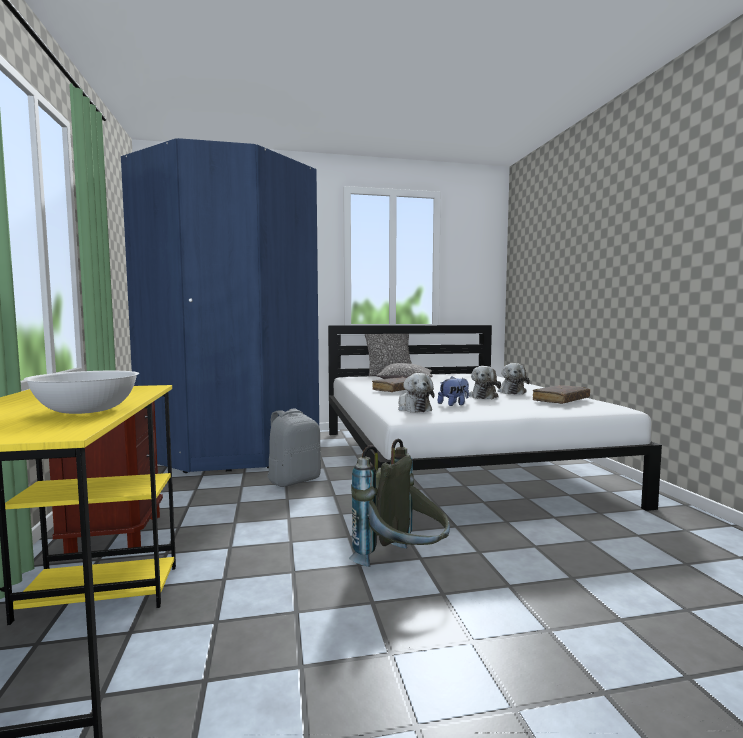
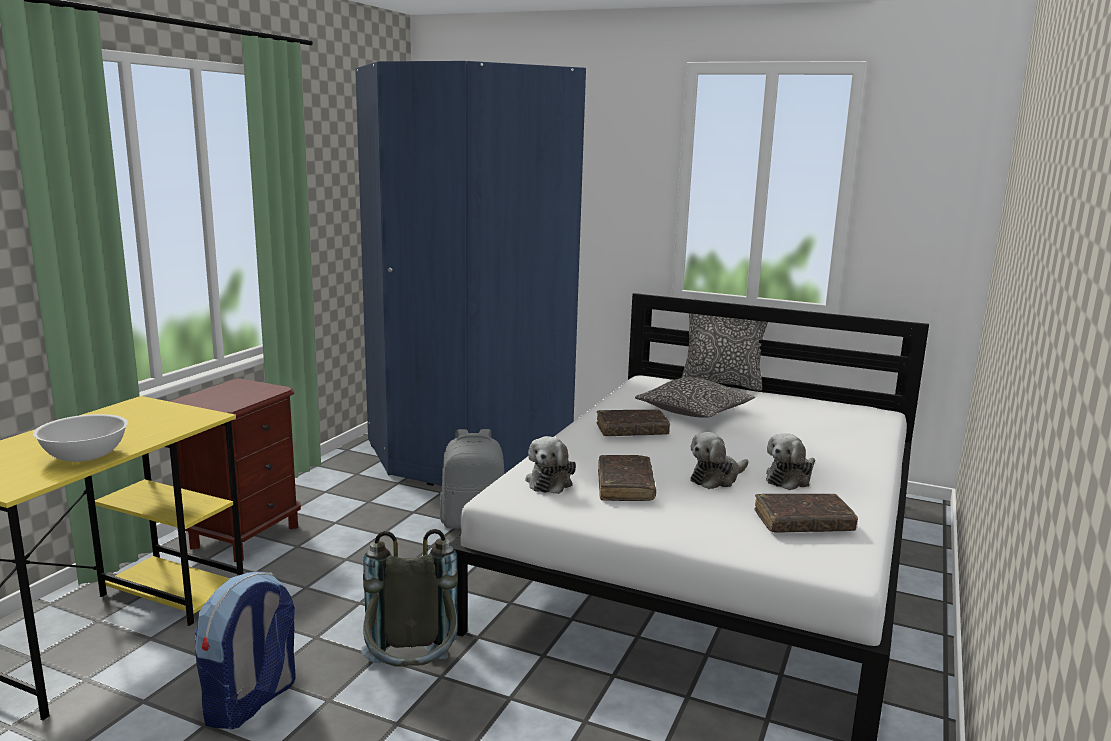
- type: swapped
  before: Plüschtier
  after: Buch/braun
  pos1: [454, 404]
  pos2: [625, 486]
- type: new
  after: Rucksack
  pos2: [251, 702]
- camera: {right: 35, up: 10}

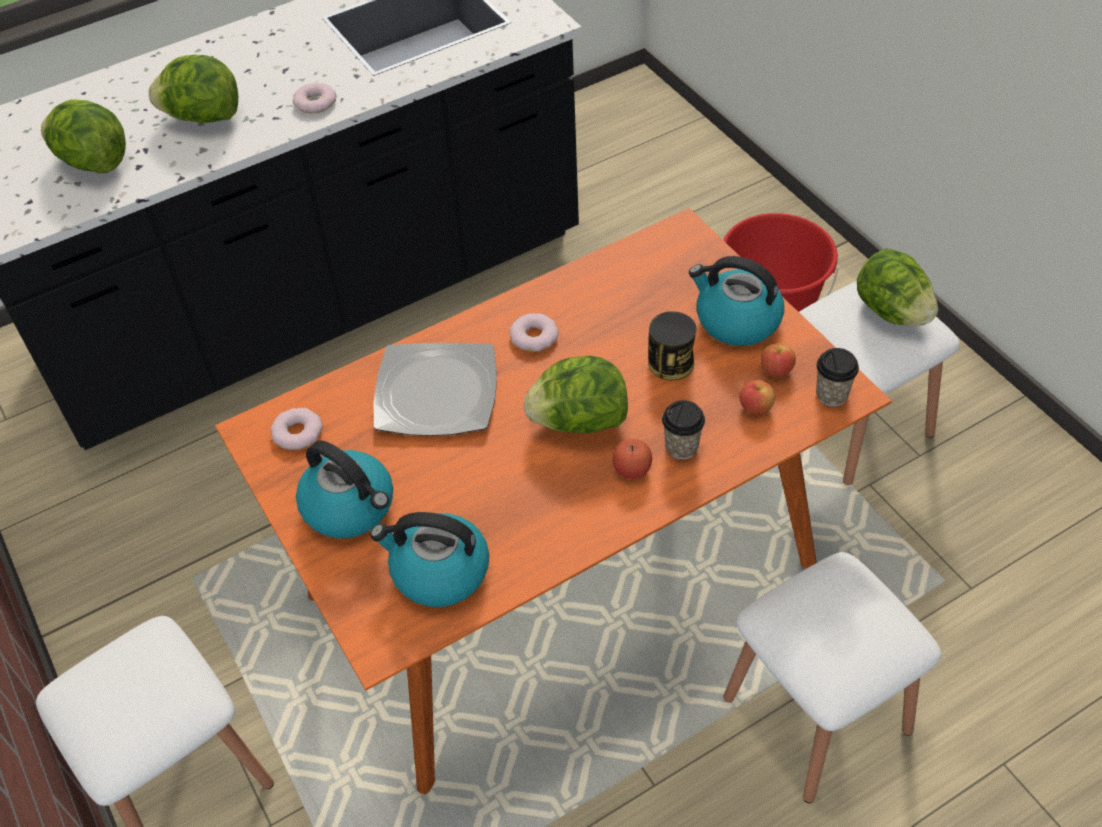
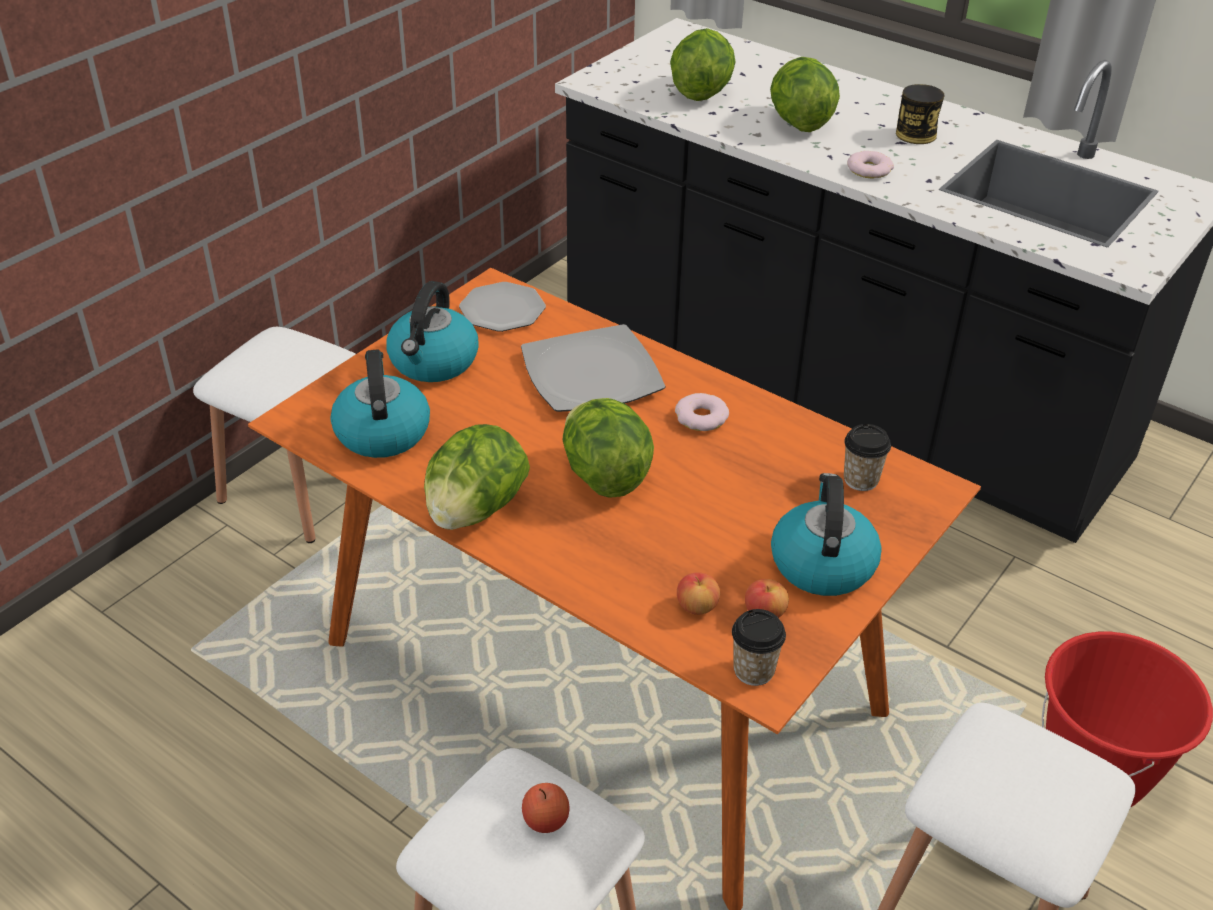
- type: shifted
  before: Salatkopf
  pos1: [891, 312]
  pos2: [475, 510]
- type: shifted
  before: Dose
  pos1: [670, 363]
  pos2: [916, 134]
- type: shifted
  before: Tasse
  pos1: [681, 447]
  pos2: [861, 480]
- type: swapped
  before: Donut
  after: Teller
  pos1: [297, 433]
  pos2: [502, 310]
- type: shifted
  before: Apfel
  pos1: [632, 469]
  pos2: [546, 820]
- camera: {right: 65, up: -10}

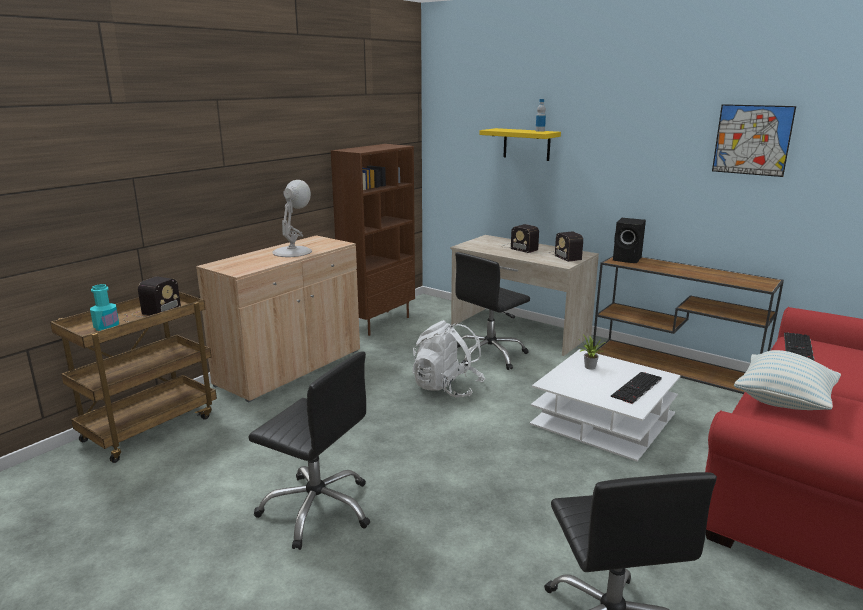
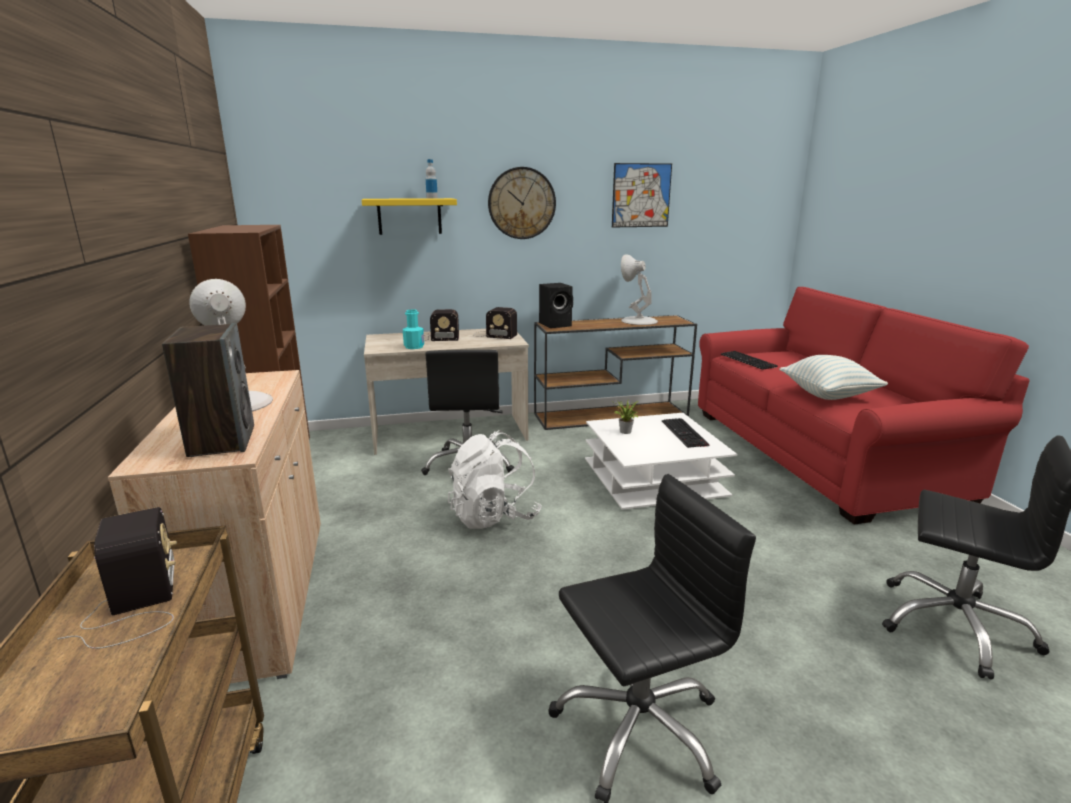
- type: shifted
  before: Flasche/türkis
  pos1: [106, 327]
  pos2: [414, 347]
- type: new
  after: Wanduhr
  pos2: [521, 203]
- type: new
  after: Tischlampe/weiß
  pos2: [638, 321]
- type: new
  after: Lautsprecher
  pos2: [222, 441]
- camera: {right: -50, up: 0}

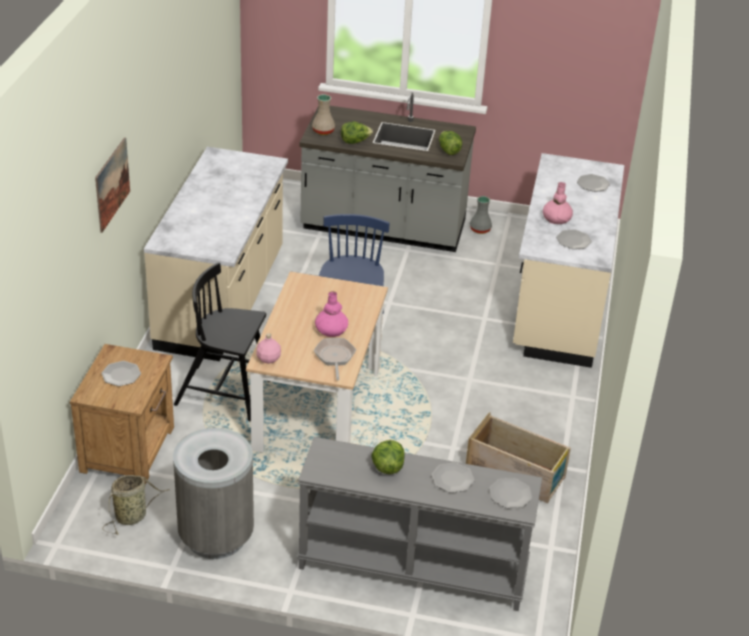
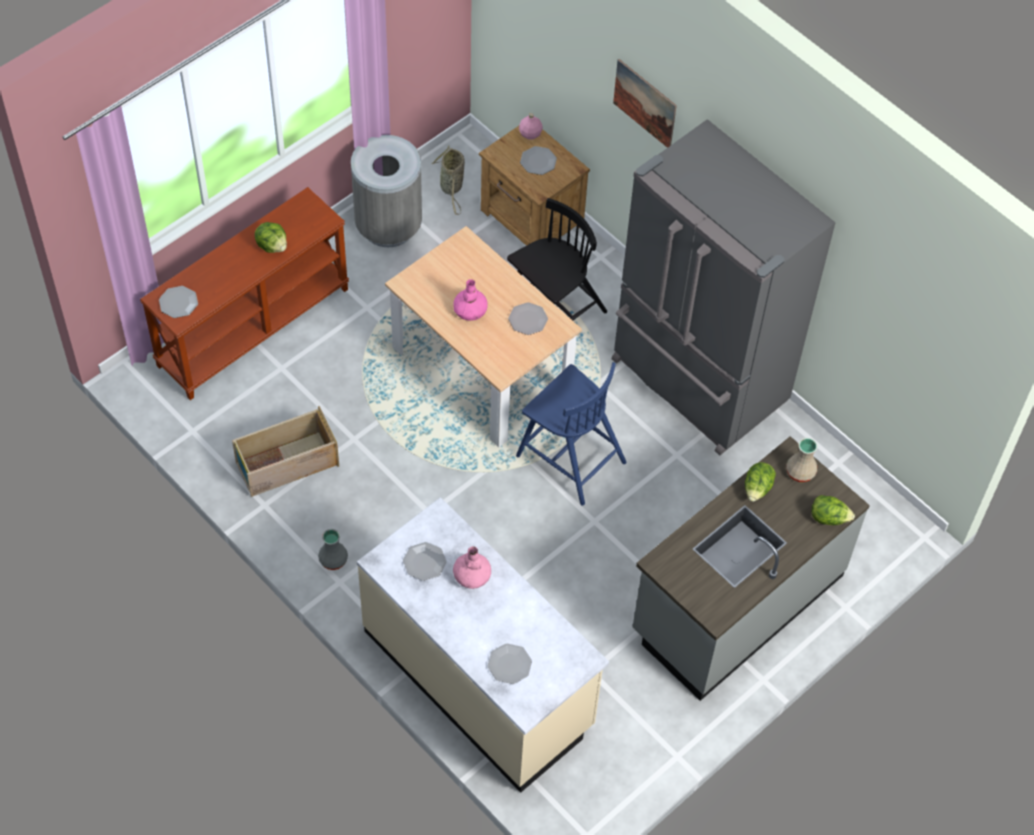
- type: shifted
  before: Salatkopf
  pos1: [448, 150]
  pos2: [829, 518]
- type: swapped
  before: Küchenzeile/beige
  after: Kühlschrank/grau
  pos1: [222, 300]
  pos2: [697, 382]
- type: shifted
  before: Vase/grau
  pos1: [480, 230]
  pos2: [332, 560]
- type: shifted
  before: Flasche/rosa
  pos1: [268, 359]
  pos2: [530, 134]
- type: gone
  before: Pfanne
  pos1: [334, 357]
- type: repainted
  before: Konsolentisch/grau
  after: Konsolentisch/braun
  pos1: [411, 568]
  pos2: [253, 326]
- type: shifted
  before: Teller
  pos1: [452, 479]
  pos2: [527, 319]
- camera: {right: 125, up: 20}

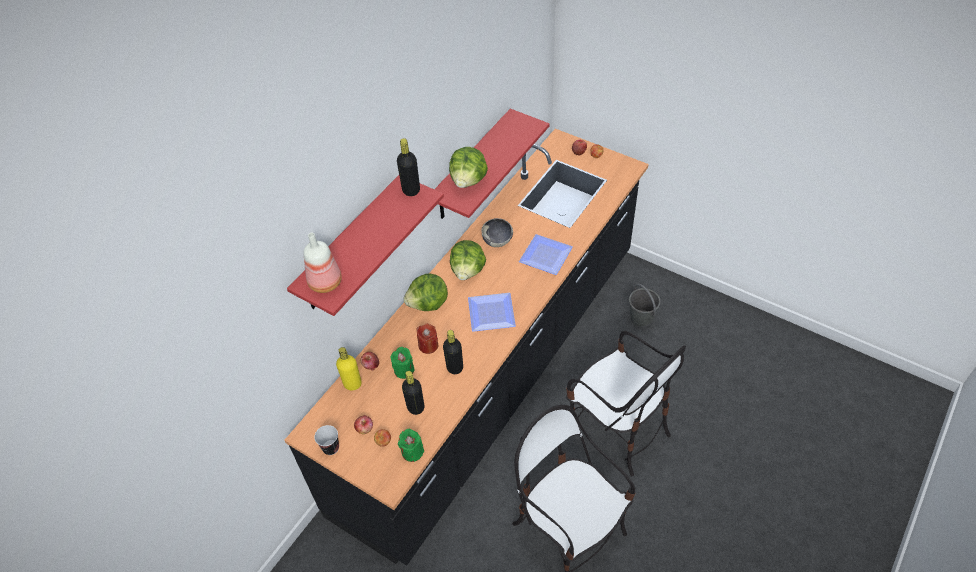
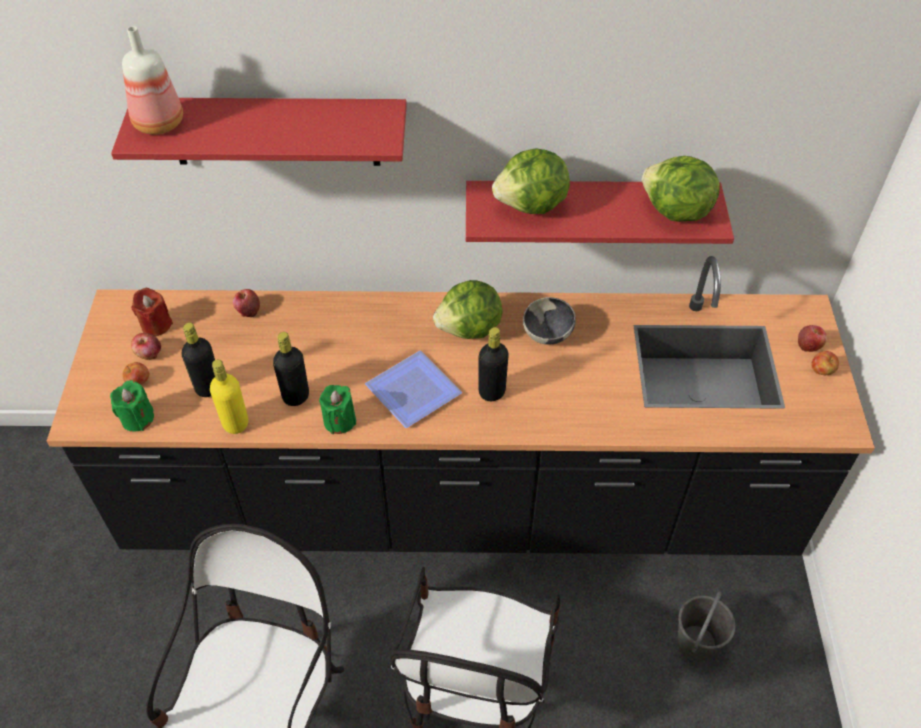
- type: shifted
  before: Flasche/schwarz
  pos1: [411, 190]
  pos2: [492, 392]
- type: gone
  before: Teller
  pos1: [547, 255]
- type: shifted
  before: Salatkopf
  pos1: [428, 304]
  pos2: [675, 212]
- type: shifted
  before: Kerze/rot
  pos1: [428, 345]
  pos2: [156, 325]
- type: shifted
  before: Flasche/gelb
  pos1: [352, 384]
  pos2: [235, 423]
- type: shifted
  before: Kerze/grün
  pos1: [404, 370]
  pos2: [339, 421]
- type: gone
  before: Tasse
  pos1: [331, 448]
- camera: {right: 55, up: 0}

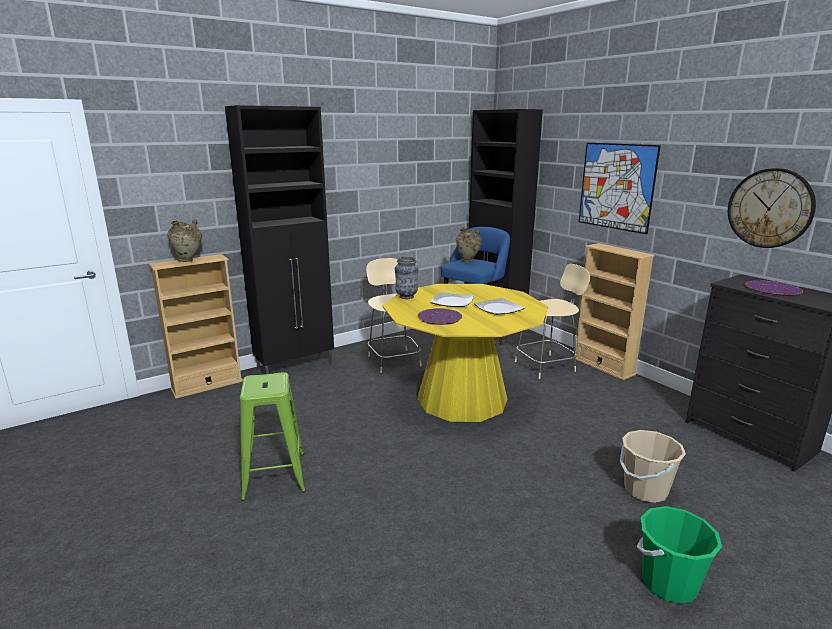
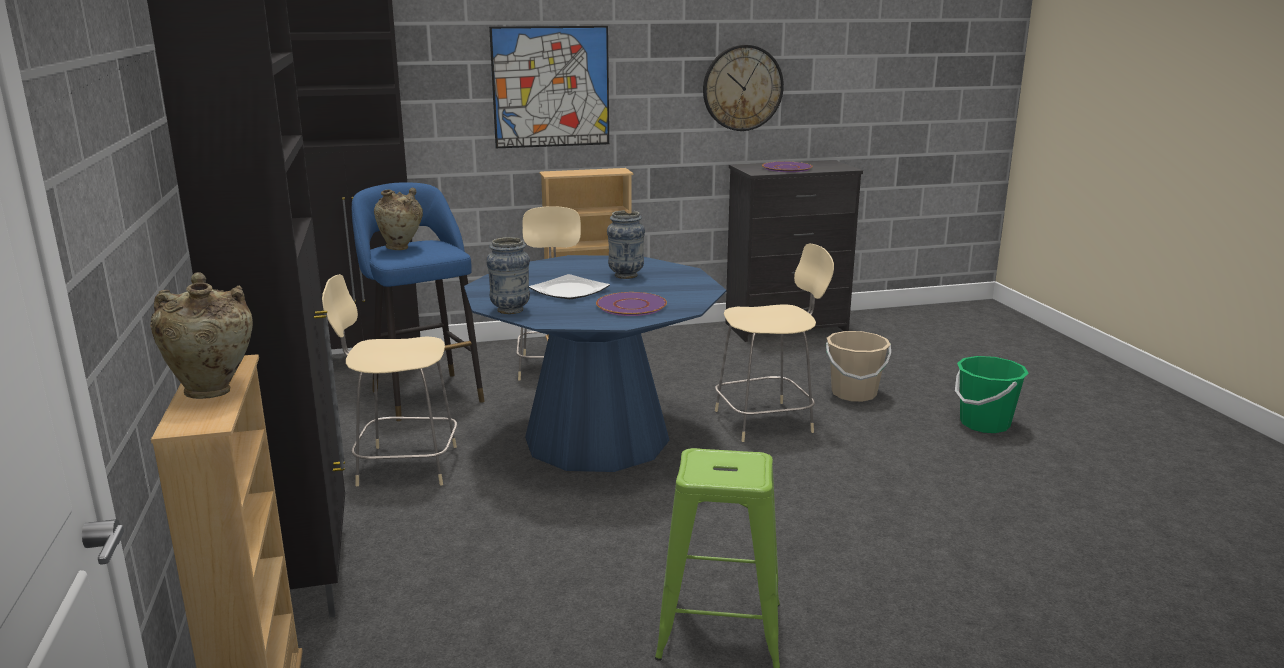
- type: repainted
  before: Esstisch/gelb
  after: Esstisch/blau
  pos1: [462, 399]
  pos2: [597, 438]
- type: swapped
  before: Teller
  after: Vase
  pos1: [498, 308]
  pos2: [626, 275]
- type: new
  after: Stuhl/beige
  pos2: [767, 421]
- camera: {right: -70, up: 0}

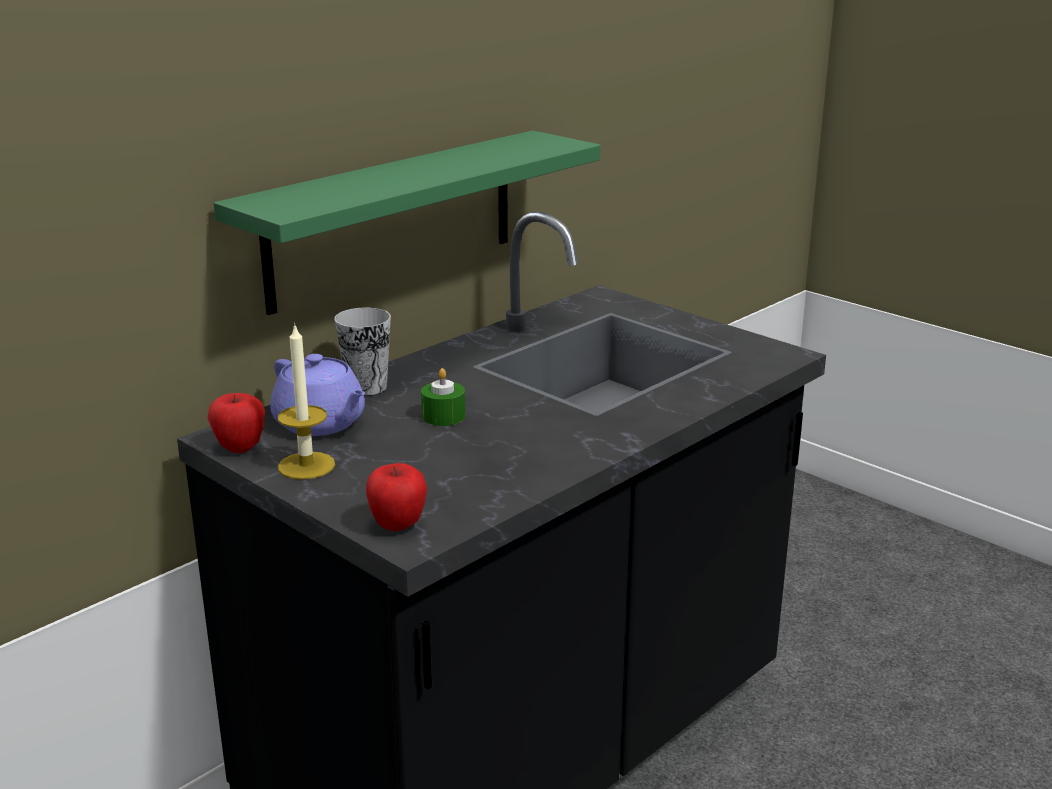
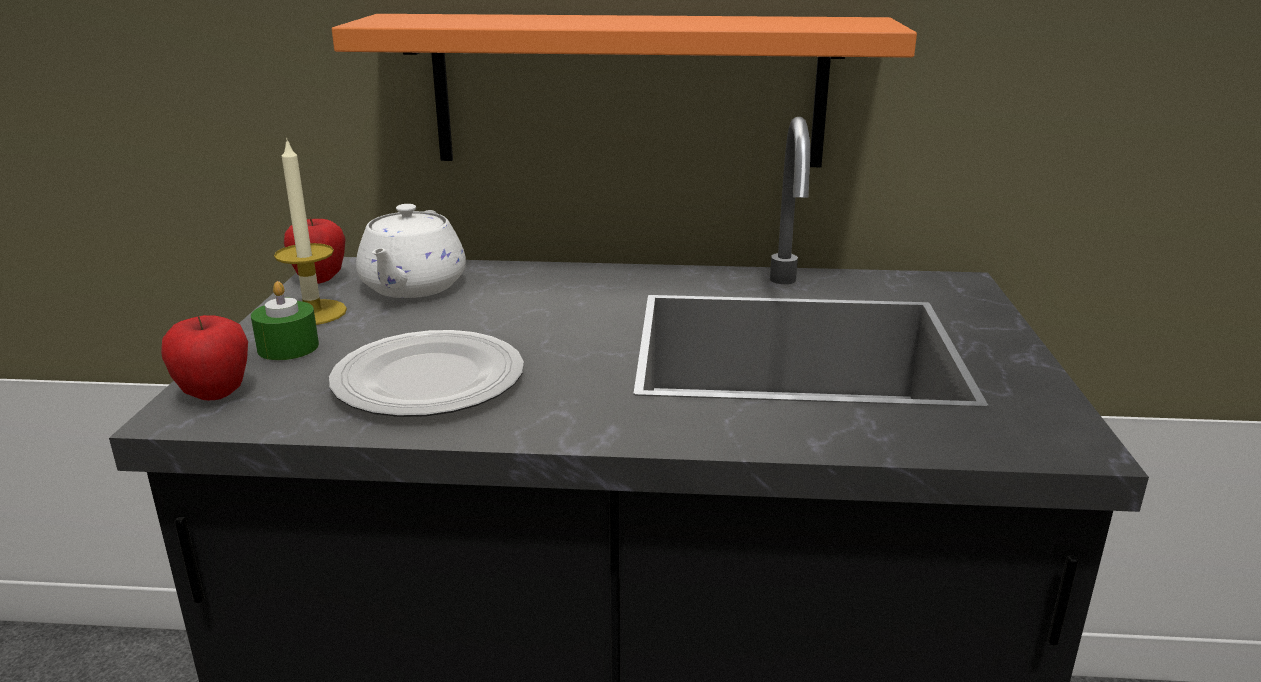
- type: repainted
  before: Wandregal/grün
  after: Wandregal/orange
  pos1: [393, 219]
  pos2: [628, 91]
- type: gone
  before: Tasse
  pos1: [366, 387]
- type: repainted
  before: Teekanne/lila
  after: Teekanne/weiß
  pos1: [321, 423]
  pos2: [412, 287]
- type: shifted
  before: Kerze/grün
  pos1: [443, 416]
  pos2: [288, 347]
- type: new
  after: Teller
  pos2: [430, 379]
- camera: {right: 50, up: 0}

